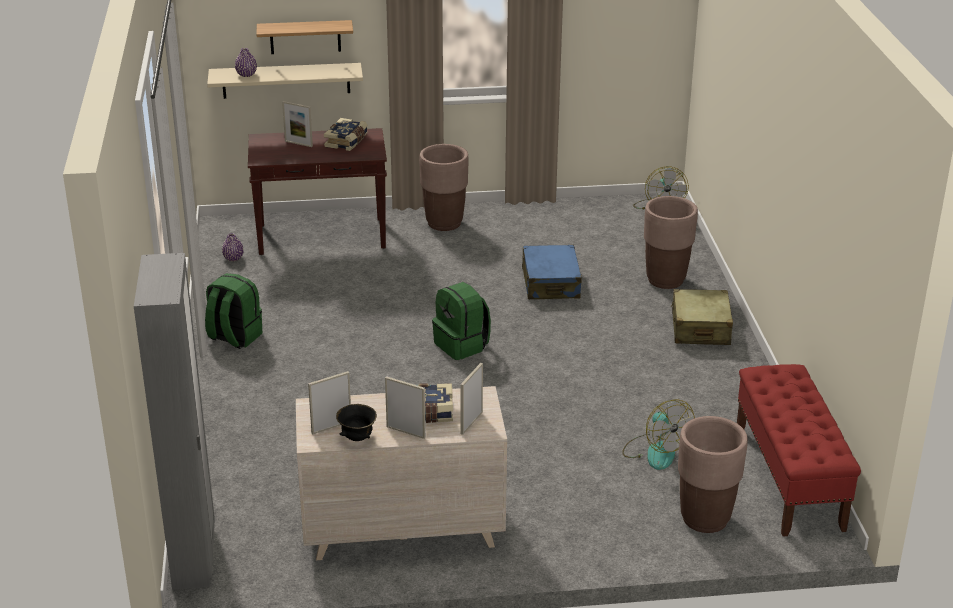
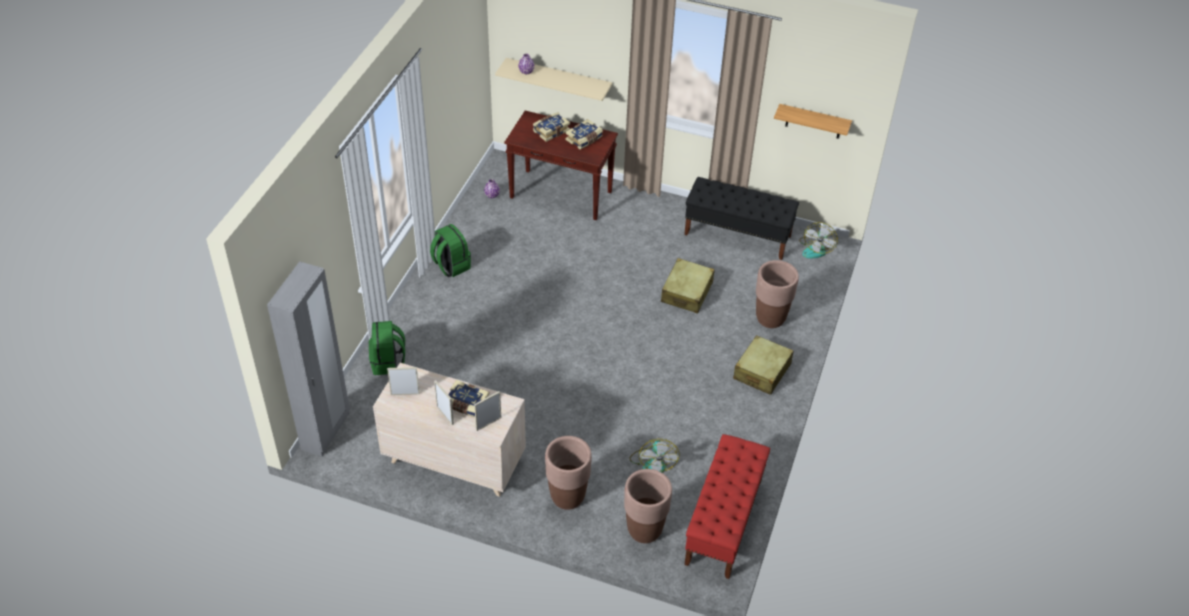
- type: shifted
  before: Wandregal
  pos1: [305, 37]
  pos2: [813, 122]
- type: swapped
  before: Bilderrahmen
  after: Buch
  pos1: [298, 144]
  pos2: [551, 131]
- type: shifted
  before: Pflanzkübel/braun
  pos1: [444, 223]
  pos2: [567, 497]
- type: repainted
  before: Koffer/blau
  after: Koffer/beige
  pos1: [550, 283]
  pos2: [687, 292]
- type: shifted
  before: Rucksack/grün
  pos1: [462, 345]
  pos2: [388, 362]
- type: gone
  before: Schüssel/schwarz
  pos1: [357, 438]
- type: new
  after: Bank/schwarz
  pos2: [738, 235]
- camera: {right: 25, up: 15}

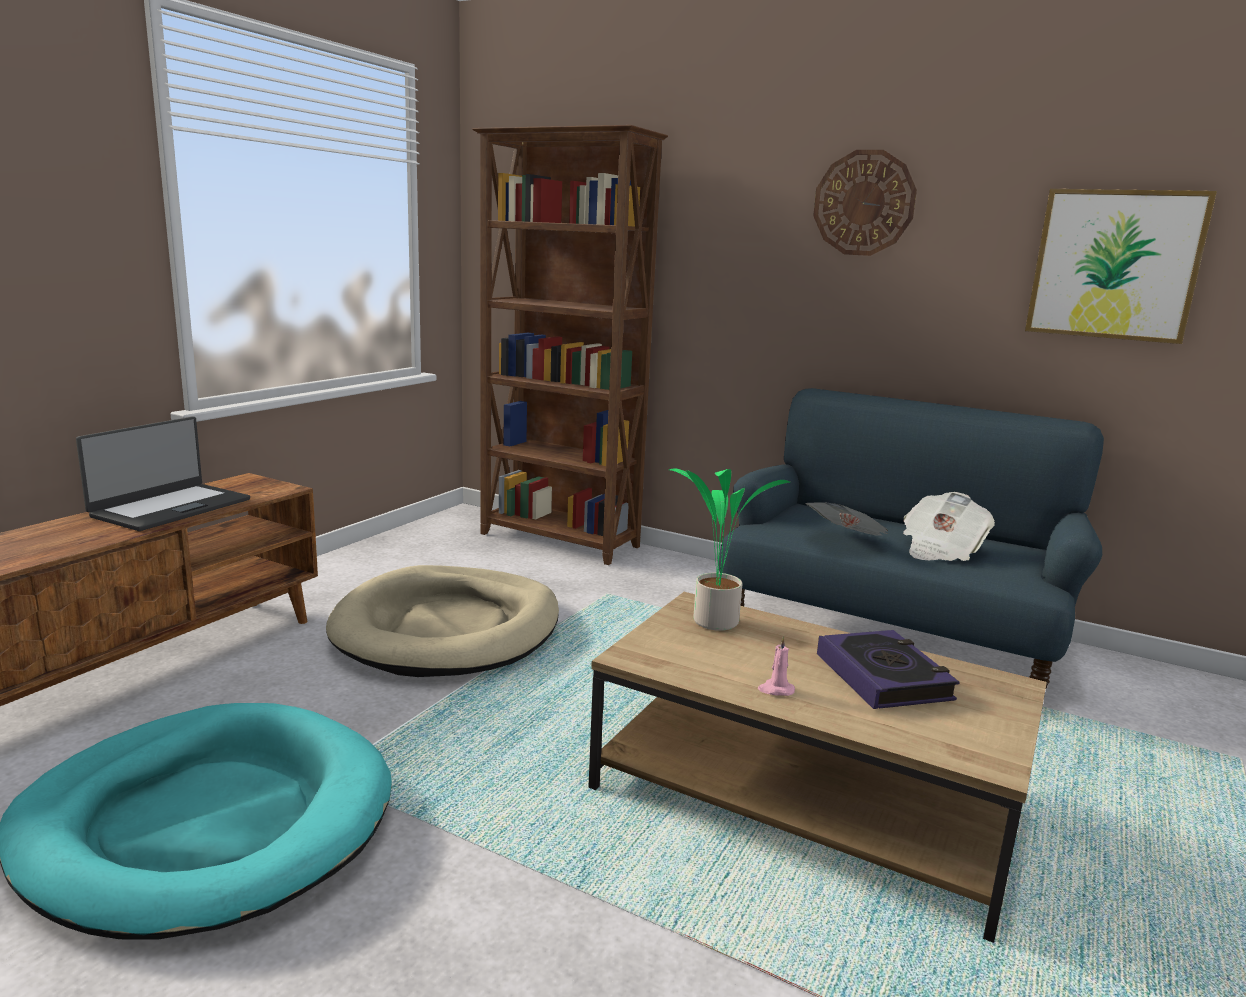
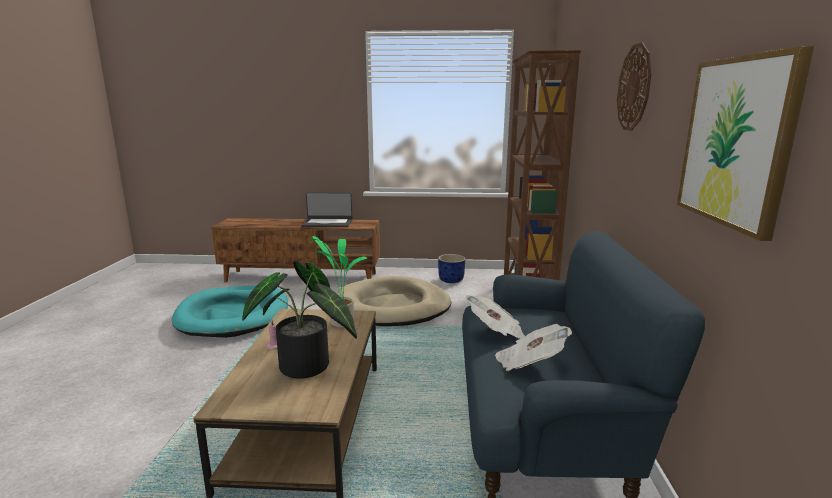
- type: swapped
  before: Buch
  after: Topfpflanze
  pos1: [883, 677]
  pos2: [306, 369]
- type: new
  after: Pflanzkübel/blau
  pos2: [451, 280]
- camera: {right: 65, up: 0}

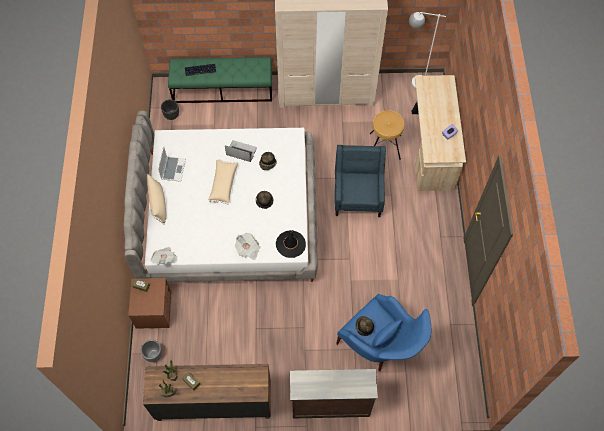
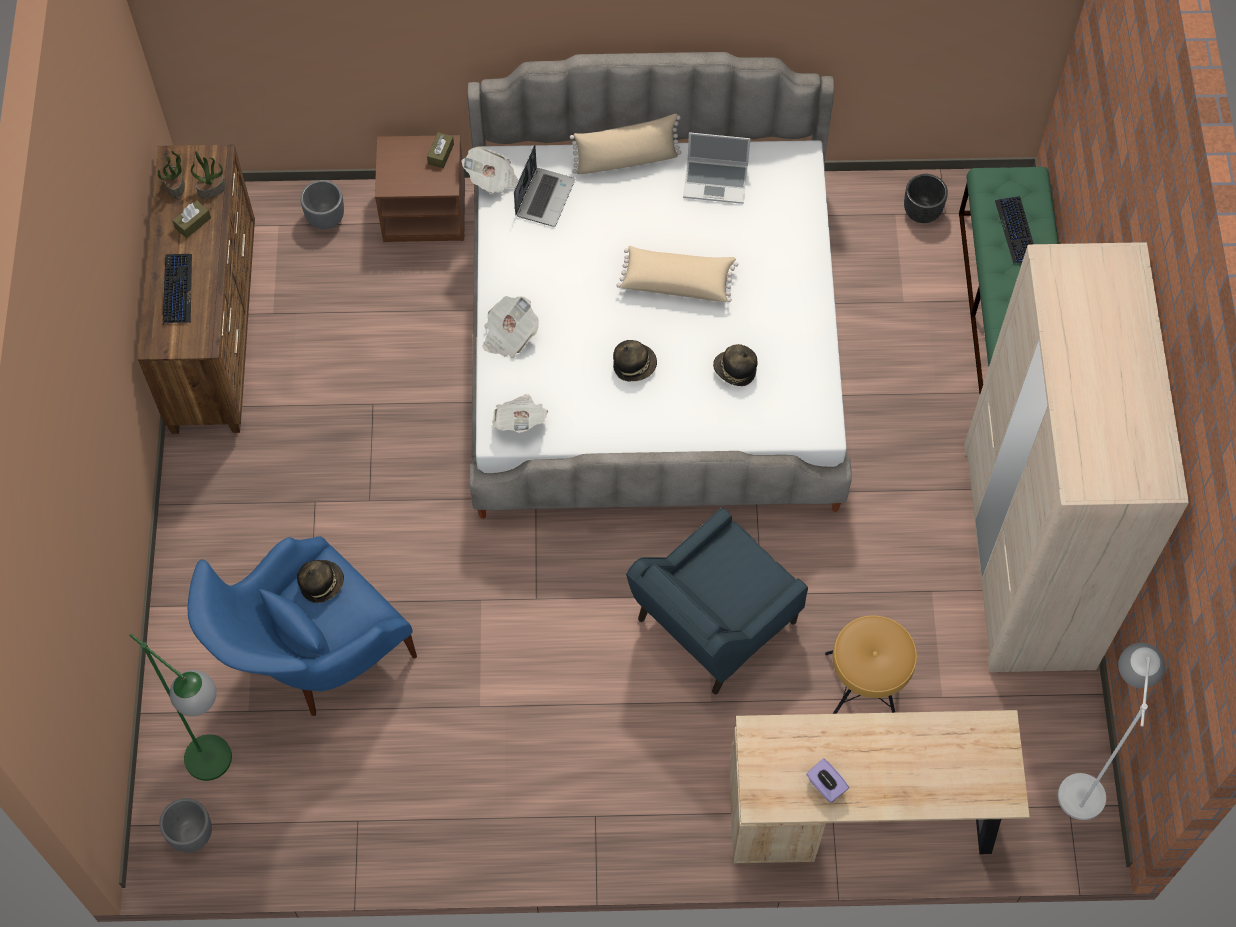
- type: shifted
  before: Laptop
  pos1: [241, 152]
  pos2: [544, 197]
- type: rotated
  before: Sessel/blau
  pos1: [358, 195]
  pos2: [713, 623]
  turn: 135
- type: swapped
  before: Hut/schwarz
  after: Zeitung
  pos1: [290, 244]
  pos2: [520, 420]
- type: gone
  before: Kommode/braun
  pos1: [330, 404]
- type: new
  after: Tastatur
  pos2: [177, 289]
- type: new
  after: Stehlampe/grün
  pos2: [221, 768]
- type: new
  after: Pflanzkübel/grau
  pos2: [192, 835]
- camera: {right: 90, up: 0}

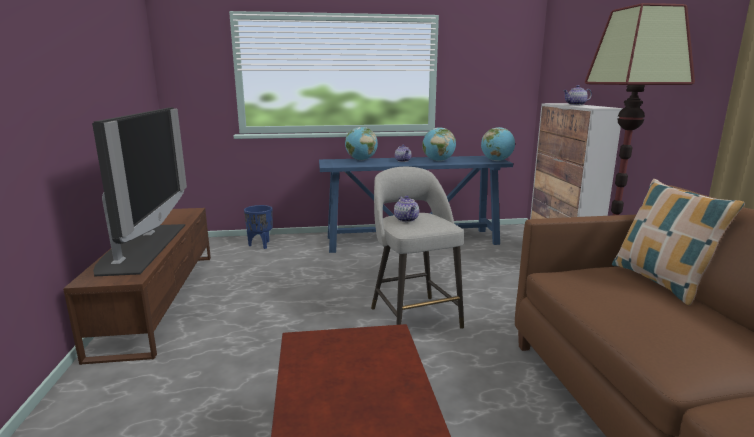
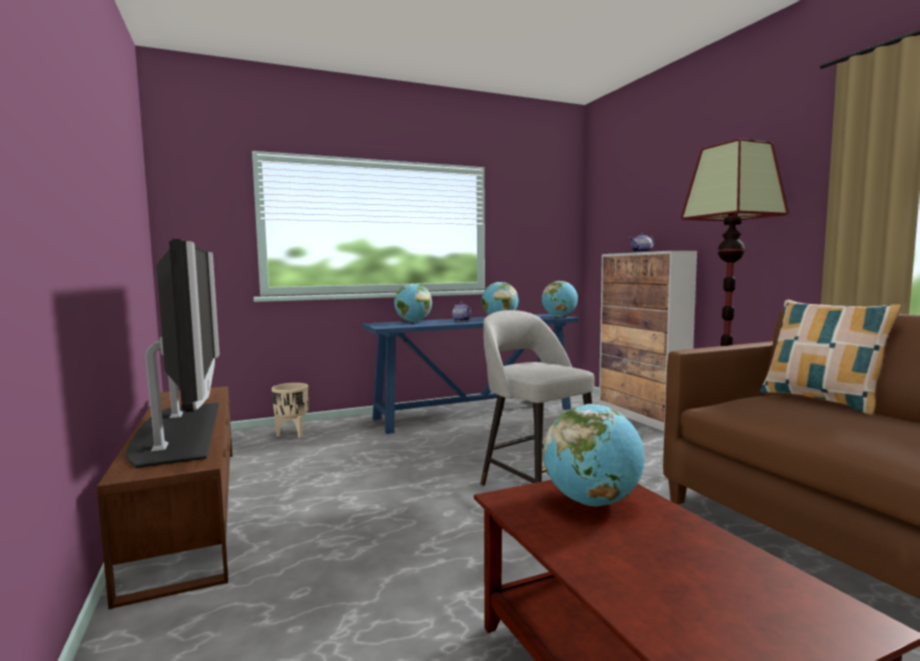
- type: gone
  before: Teekanne
  pos1: [407, 219]
- type: repainted
  before: Pflanzkübel/blau
  after: Pflanzkübel/beige
  pos1: [260, 245]
  pos2: [292, 434]
- type: new
  after: Globus
  pos2: [592, 502]
- camera: {right: -15, up: -10}

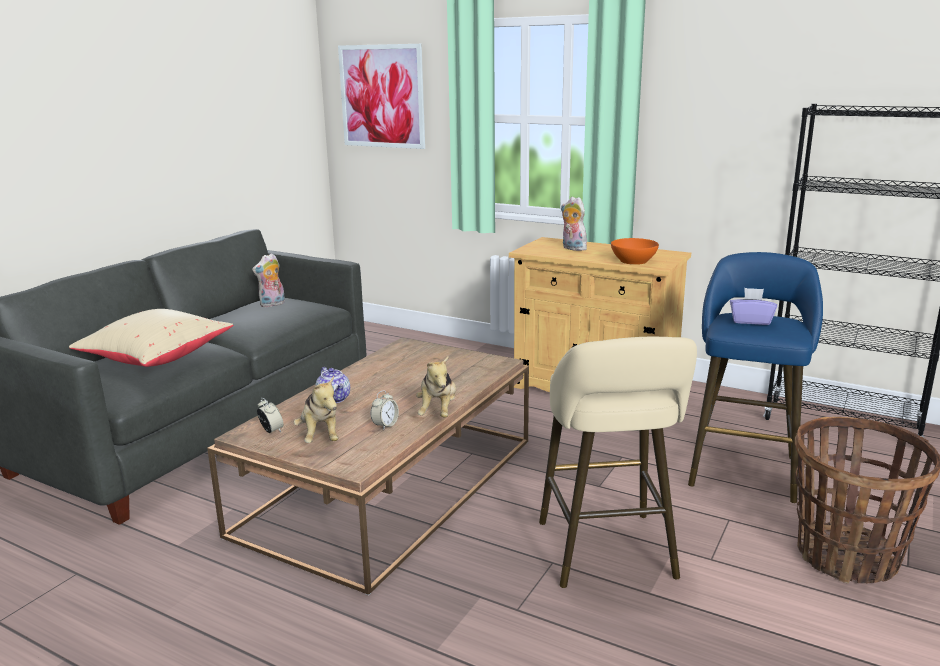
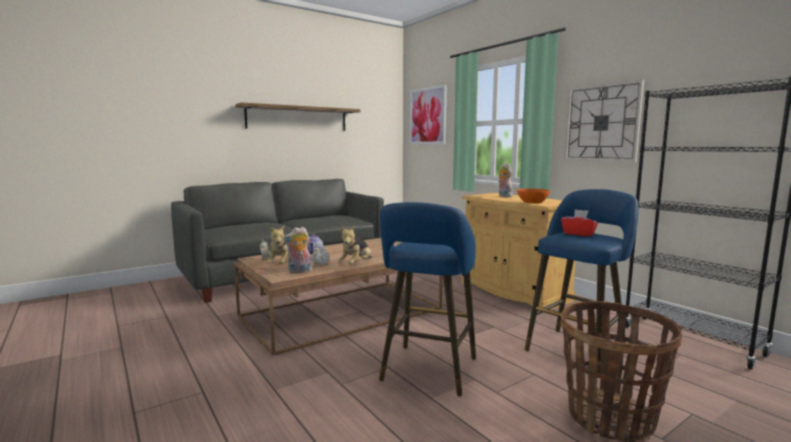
- type: shifted
  before: Plüschtier
  pos1: [272, 304]
  pos2: [299, 271]
- type: repainted
  before: Taschentuchbox/lila
  after: Taschentuchbox/rot
  pos1: [750, 321]
  pos2: [578, 234]
- type: gone
  before: Kissen/beige
  pos1: [156, 358]
- type: repainted
  before: Hocker/beige
  after: Hocker/blau
  pos1: [608, 554]
  pos2: [427, 372]
- type: new
  after: Wanduhr
  pos2: [602, 123]
- type: new
  after: Wandregal
  pos2: [298, 118]
- camera: {right: 25, up: -10}

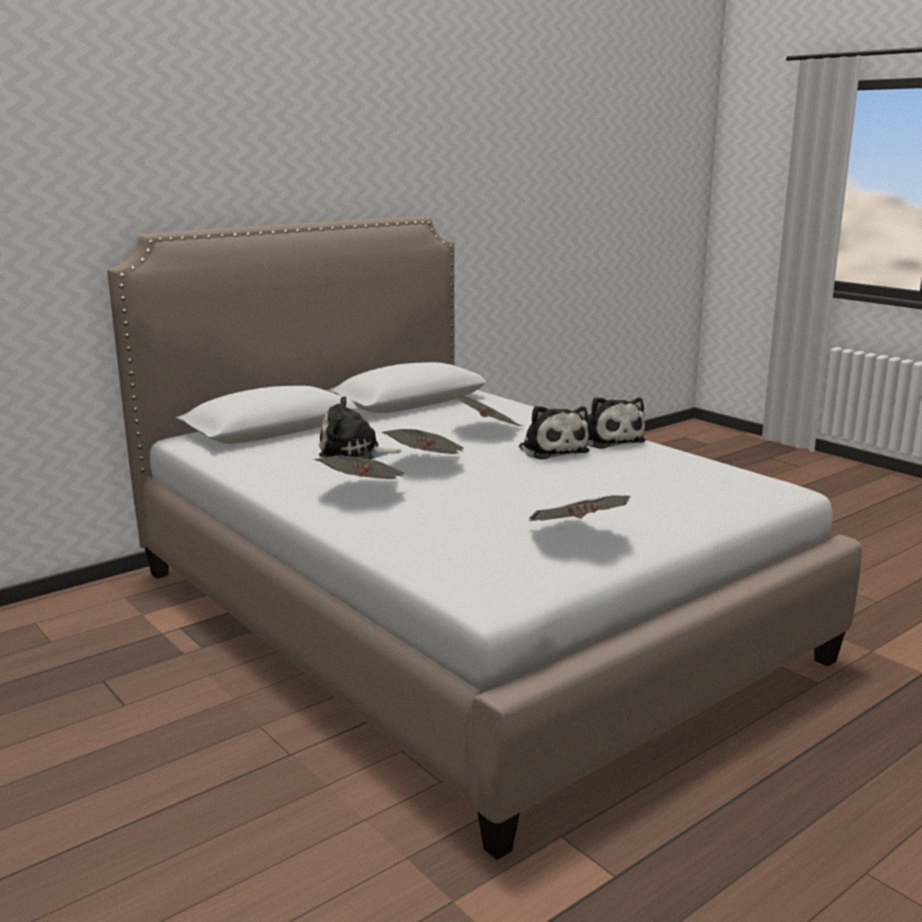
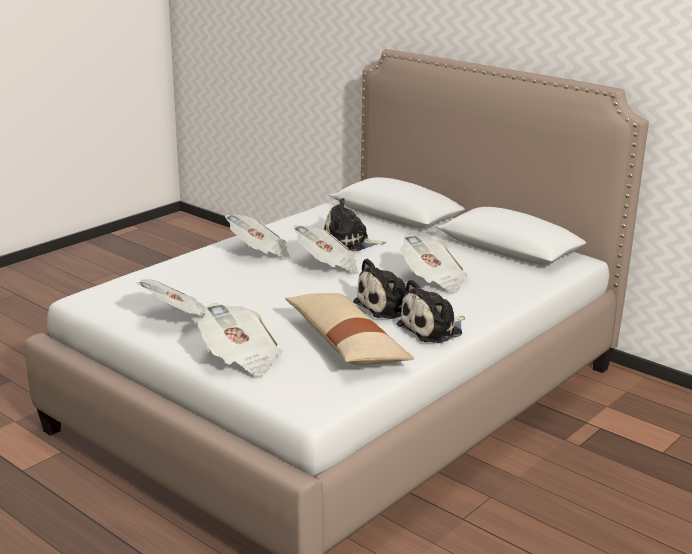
- type: rotated
  before: Plüschtier
  pos1: [354, 452]
  pos2: [349, 242]
  turn: -75
- type: new
  after: Kissen/beige
  pos2: [346, 344]
- type: new
  after: Zeitung
  pos2: [241, 359]
- camera: {right: 80, up: 5}

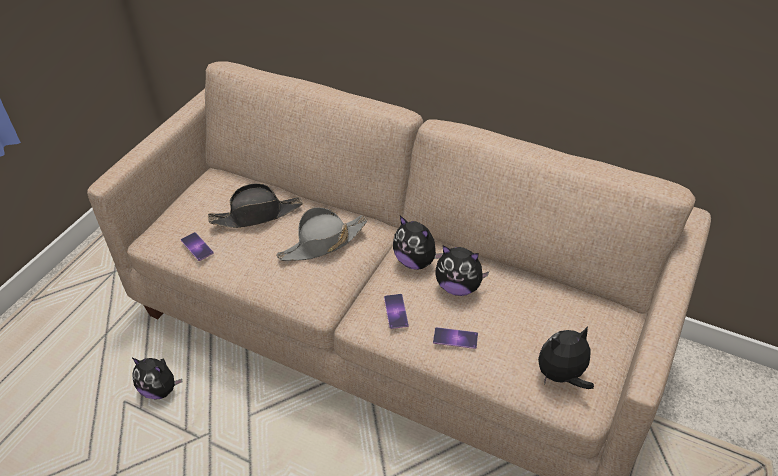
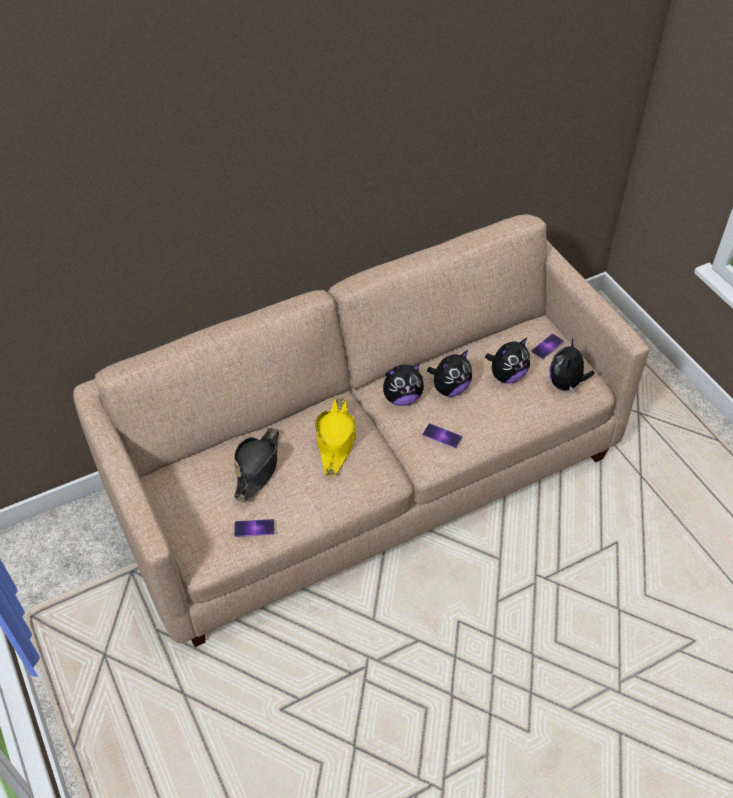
- type: repainted
  before: Hut/grau
  after: Hut/gelb
  pos1: [323, 243]
  pos2: [335, 441]
- type: shifted
  before: Handy
  pos1: [455, 338]
  pos2: [547, 346]
- type: shifted
  before: Plüschtier
  pos1: [160, 389]
  pos2: [507, 376]
- camera: {right: -55, up: 5}

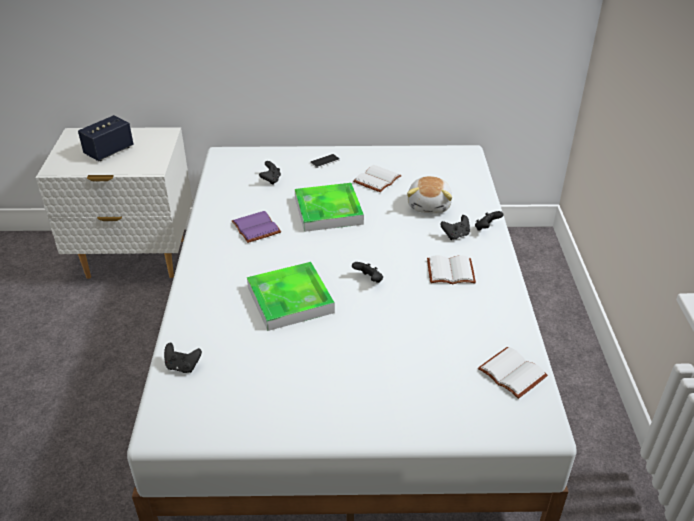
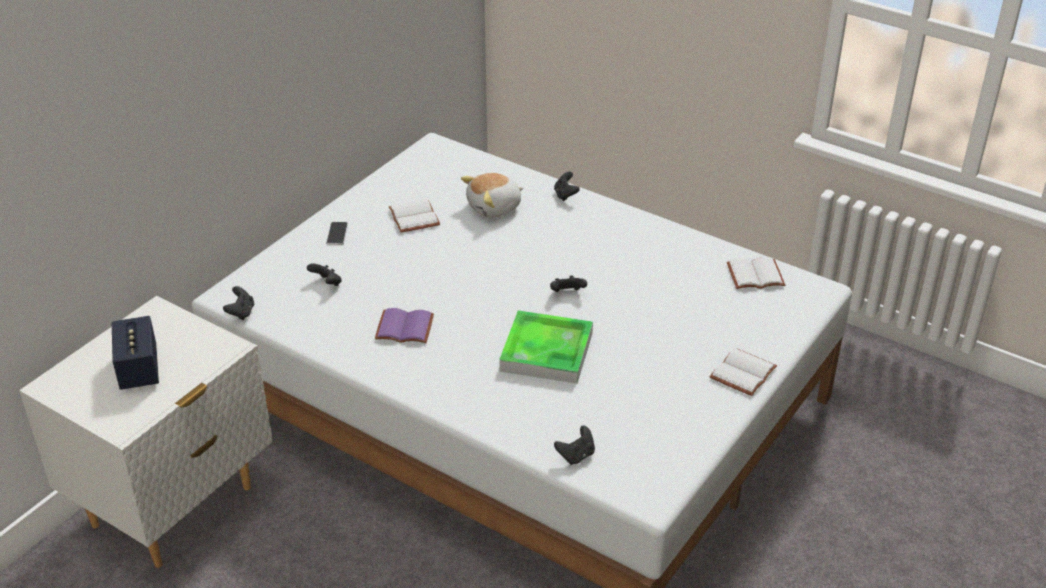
- type: rotated
  before: Plüschtier
  pos1: [430, 205]
  pos2: [495, 207]
  turn: 105
- type: gone
  before: Tablett
  pos1: [328, 211]
- type: shifted
  before: Gamepad/schwarz
  pos1: [455, 235]
  pos2: [241, 312]
- type: shifted
  before: Buch/weiß
  pos1: [450, 272]
  pos2: [744, 374]
- camera: {right: -55, up: 0}

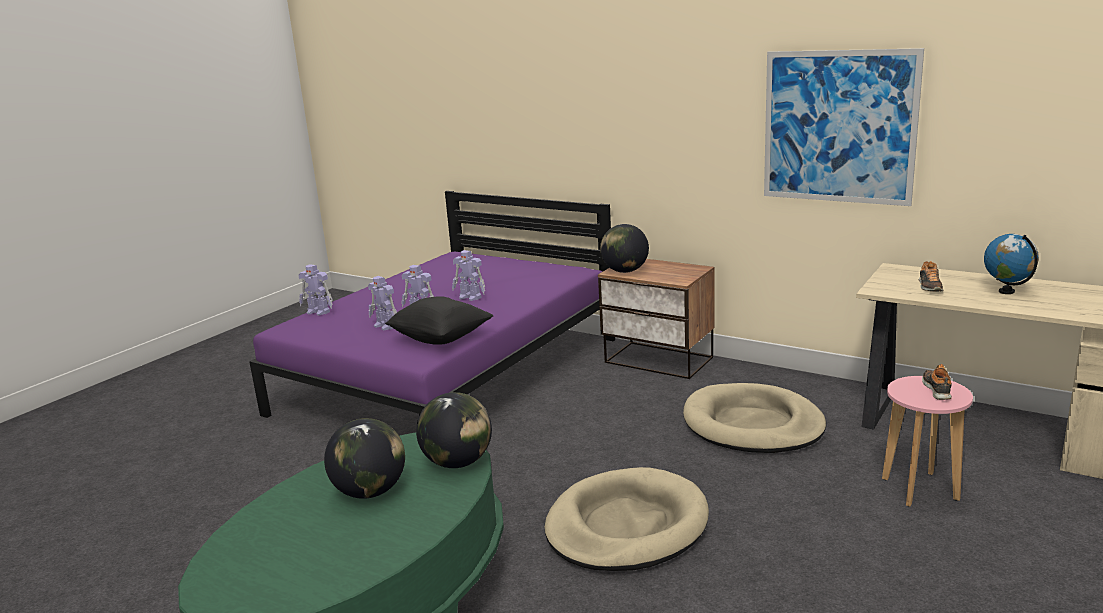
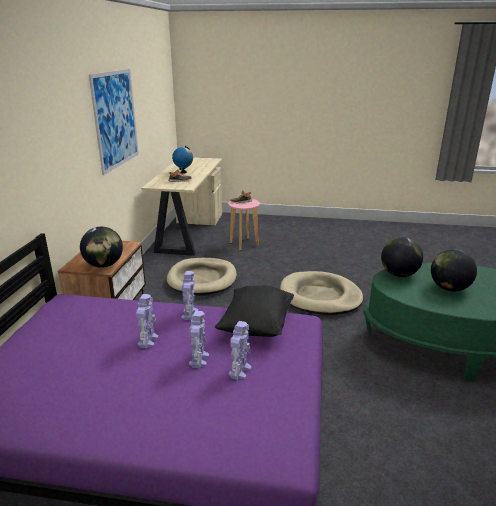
- type: shifted
  before: Spielzeugroboter
  pos1: [318, 312]
  pos2: [190, 314]
- camera: {right: -115, up: 5}

